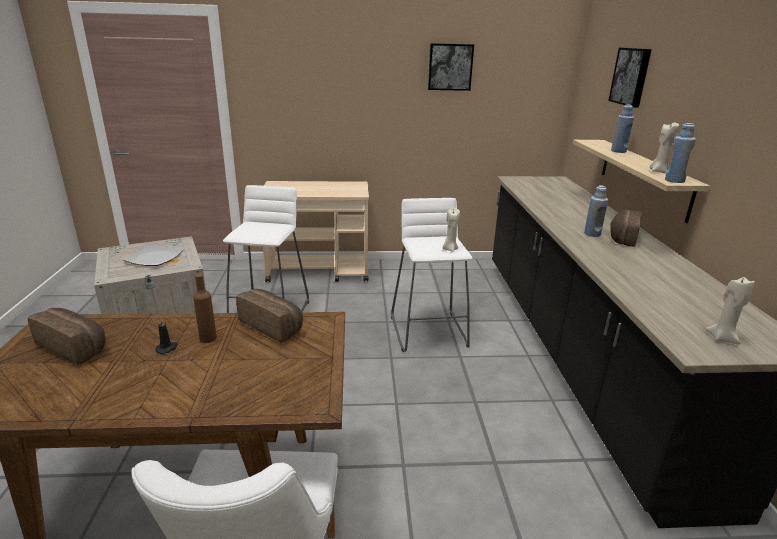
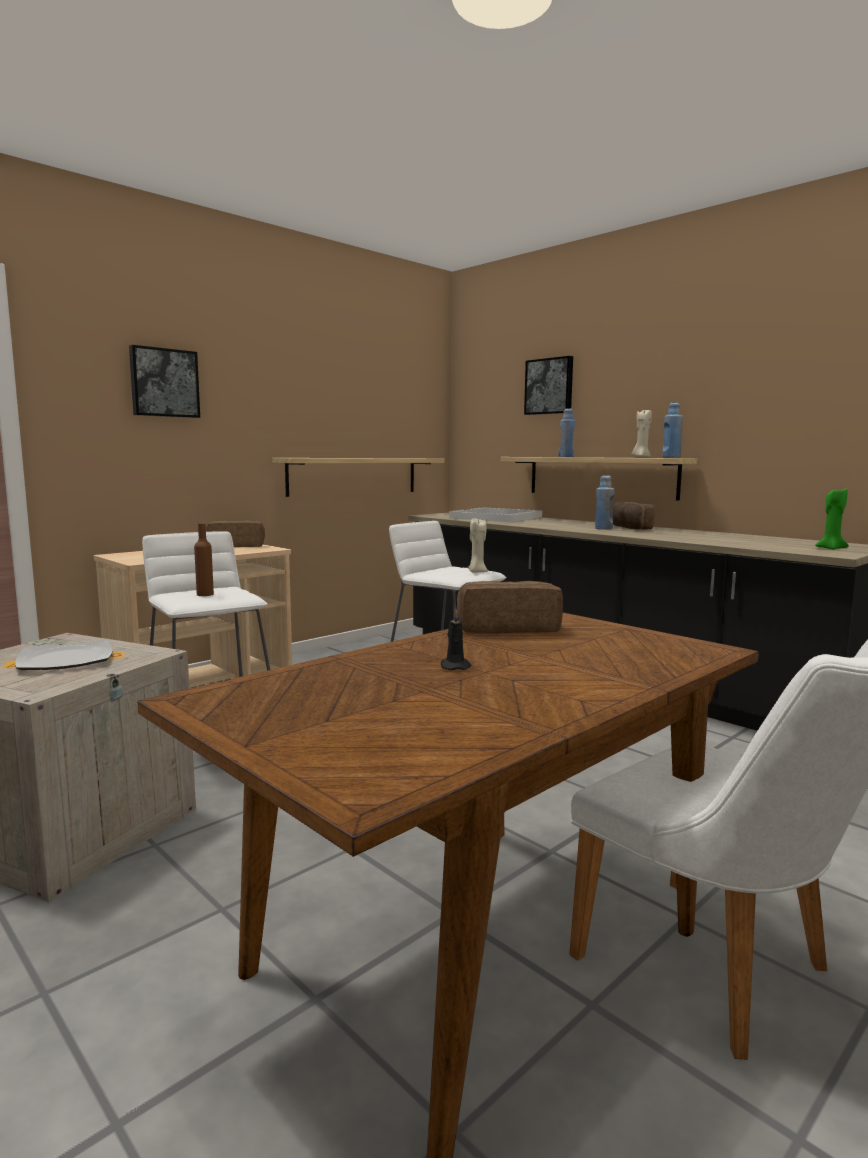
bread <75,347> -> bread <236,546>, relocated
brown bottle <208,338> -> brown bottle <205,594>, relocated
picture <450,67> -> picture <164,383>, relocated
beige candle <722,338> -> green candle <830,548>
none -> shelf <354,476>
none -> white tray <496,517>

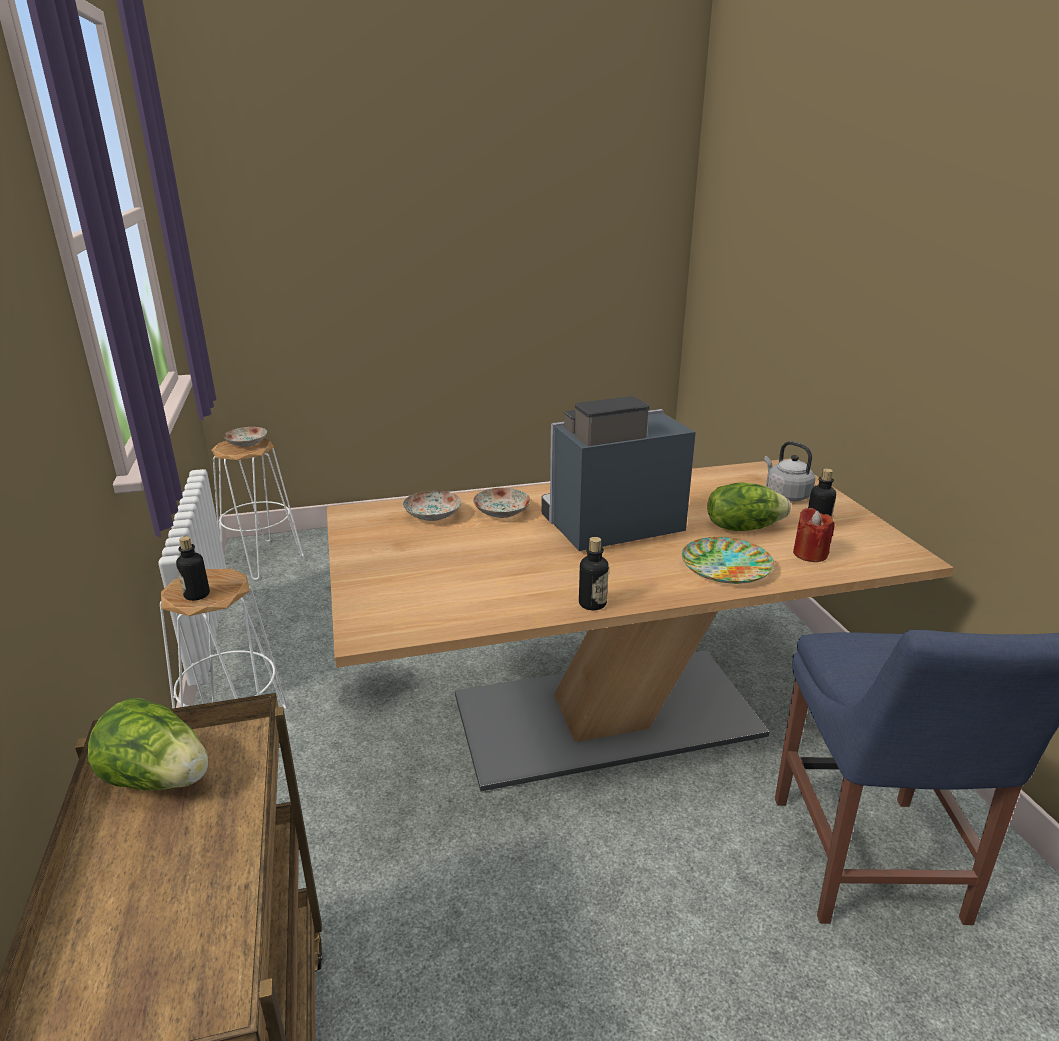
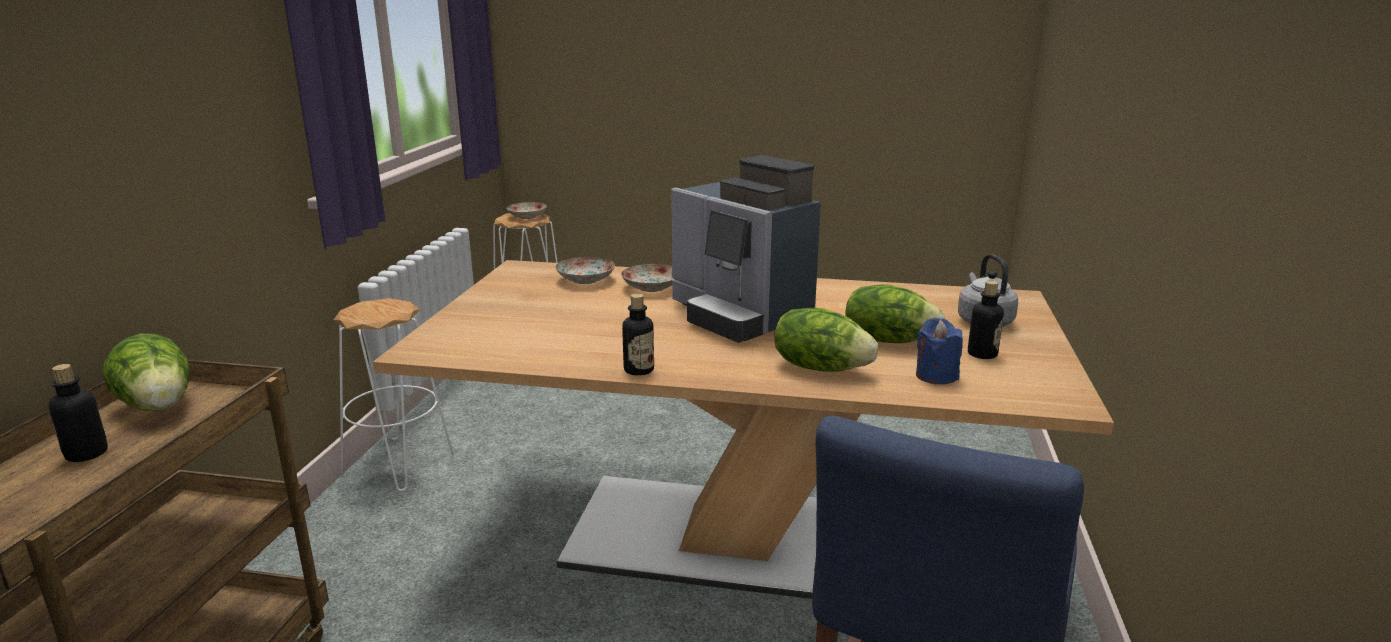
bottle <197,595> -> bottle <87,454>, relocated
coffee machine <608,527> -> coffee machine <739,316>, 135 degrees counterclockwise
plate <725,566> -> lettuce <820,367>
red candle <810,554> -> blue candle <936,376>

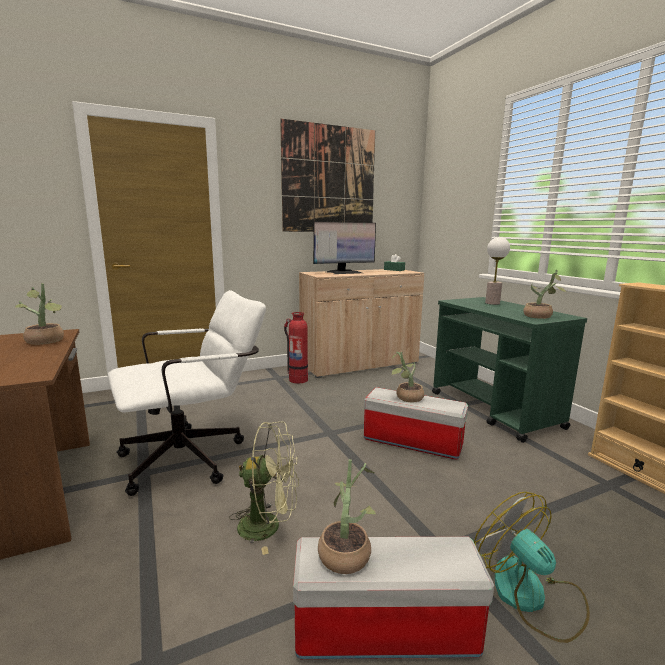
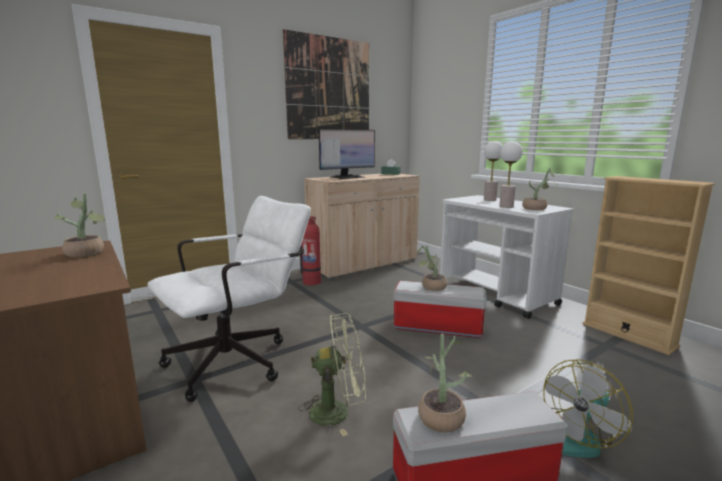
green cart <494,410> -> white cart <496,294>
fan <530,596> -> fan <576,437>, 90 degrees counterclockwise
none -> table lamp <506,206>

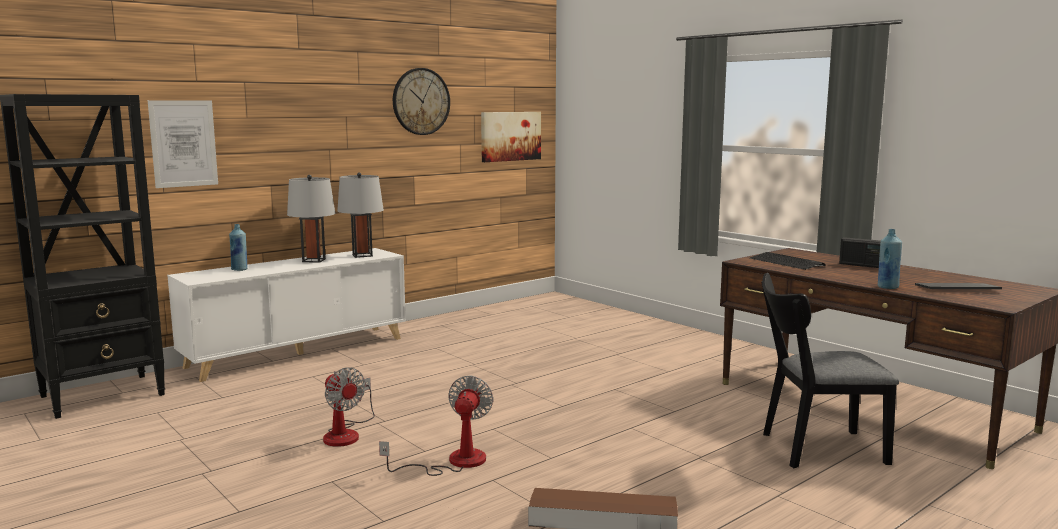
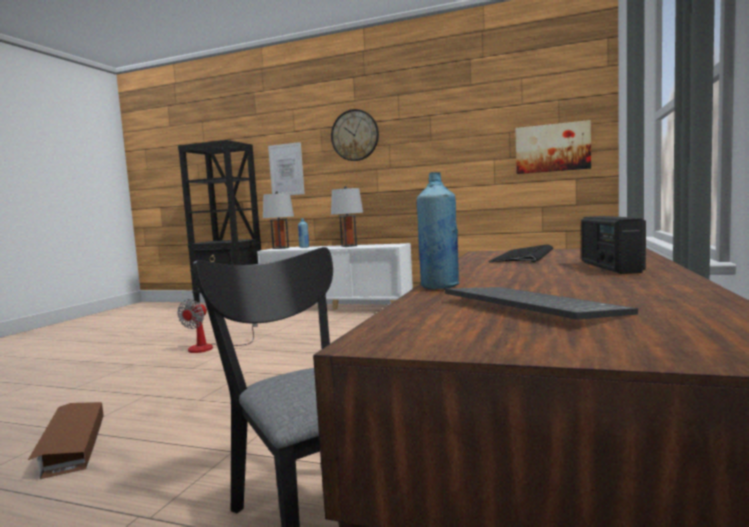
grey table lamp <362,255> -> grey table lamp <280,248>, relocated
fan <454,462> -> none
wall clock <421,101> -> wall clock <355,135>, relocated

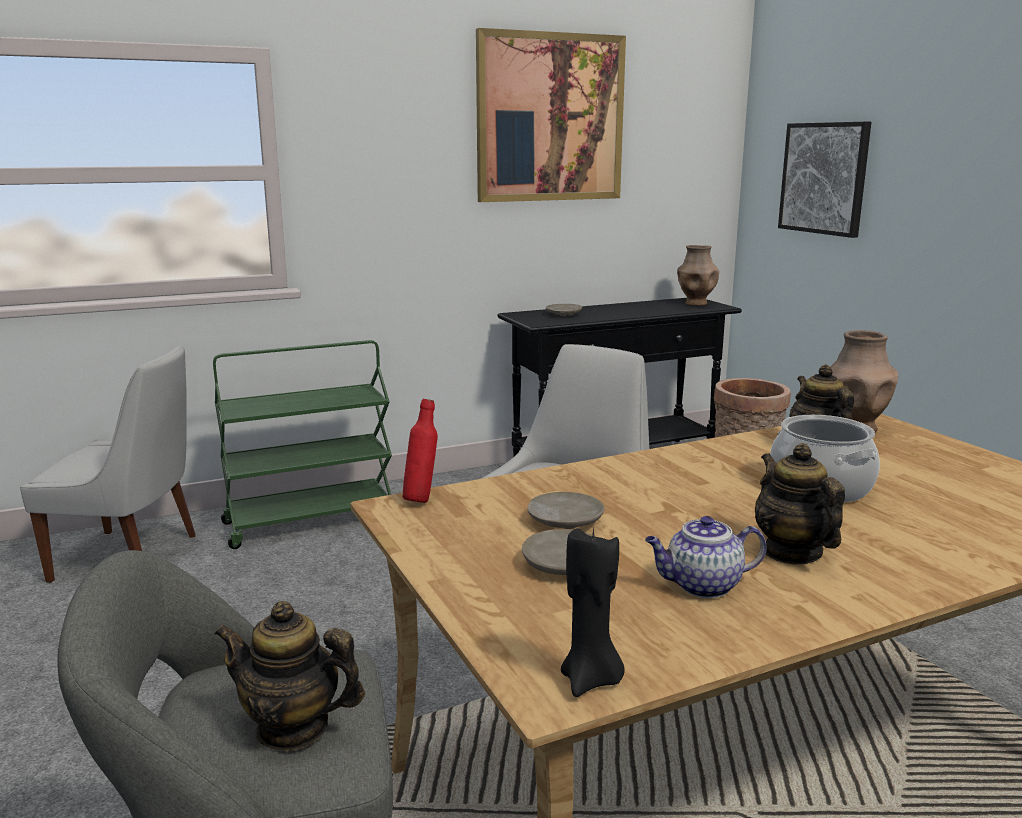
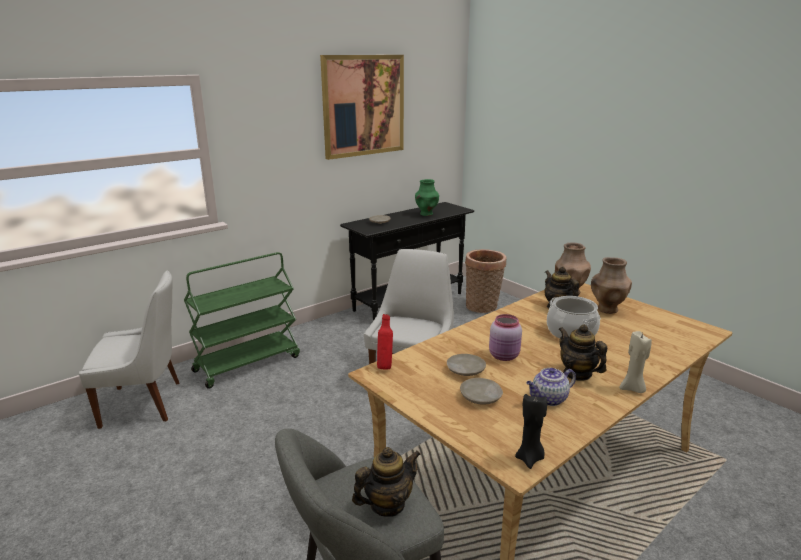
teapot <293,728> -> teapot <387,504>, 150 degrees clockwise
brown vase <695,304> -> brown vase <607,309>, relocated
picture <824,178> -> none
none -> green vase <426,214>
none -> pink jar <504,356>
none -> beige candle <632,389>

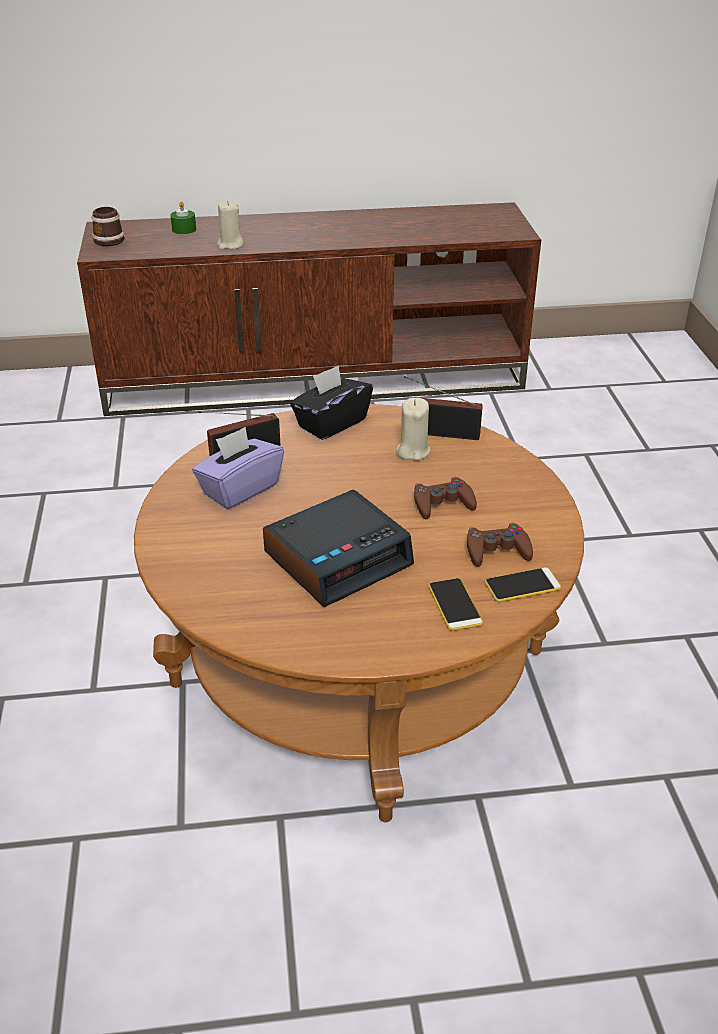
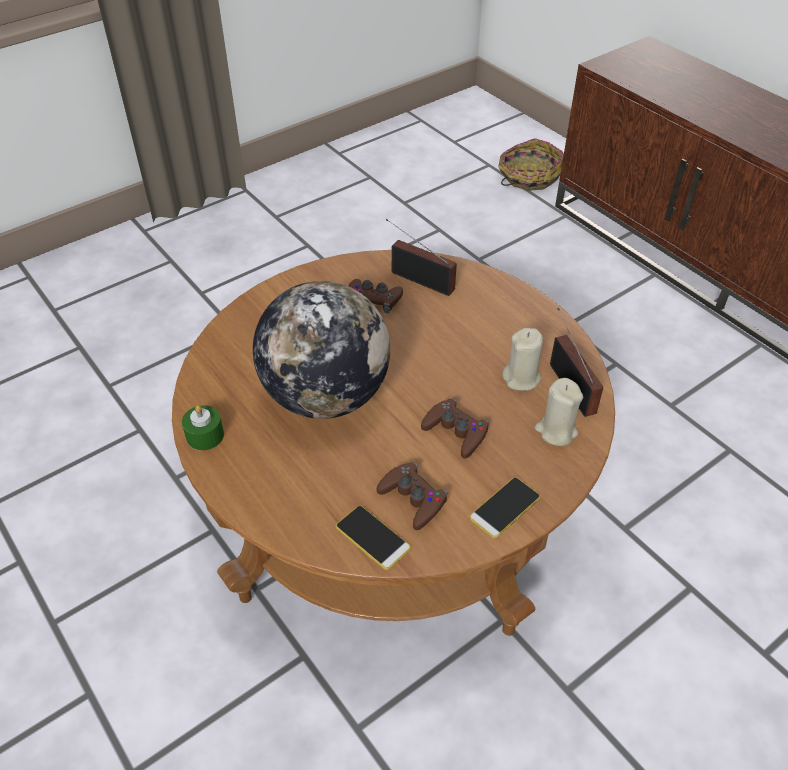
mug <106,239> -> none
green candle <184,229> -> green candle <205,435>, relocated
purple tissue box <240,489> -> brown game controller <374,299>
beige candle <230,245> -> beige candle <556,431>, relocated
alarm clock <338,558> -> globe <325,396>
black tissue box <331,423> -> none
phone <455,605> -> phone <505,508>, relocated
none -> basket <528,176>

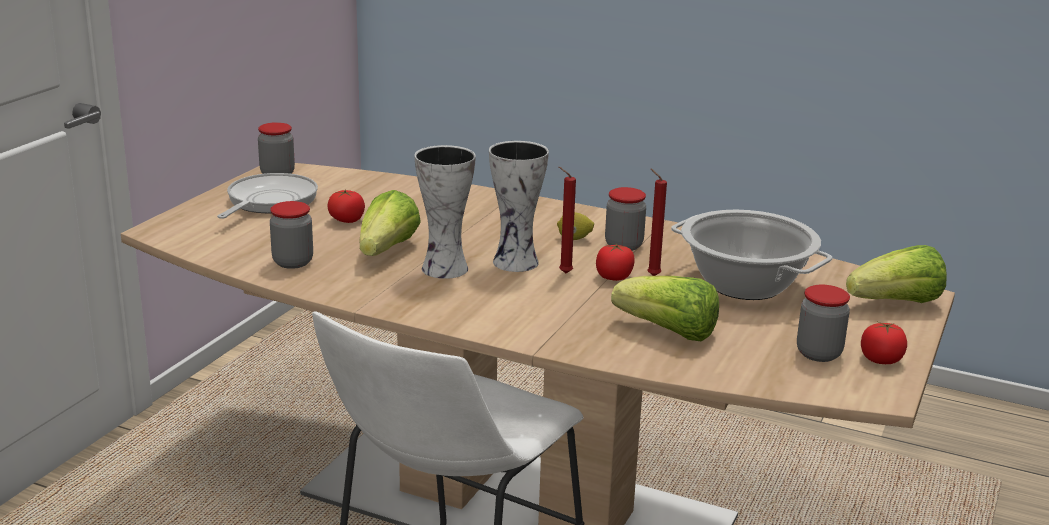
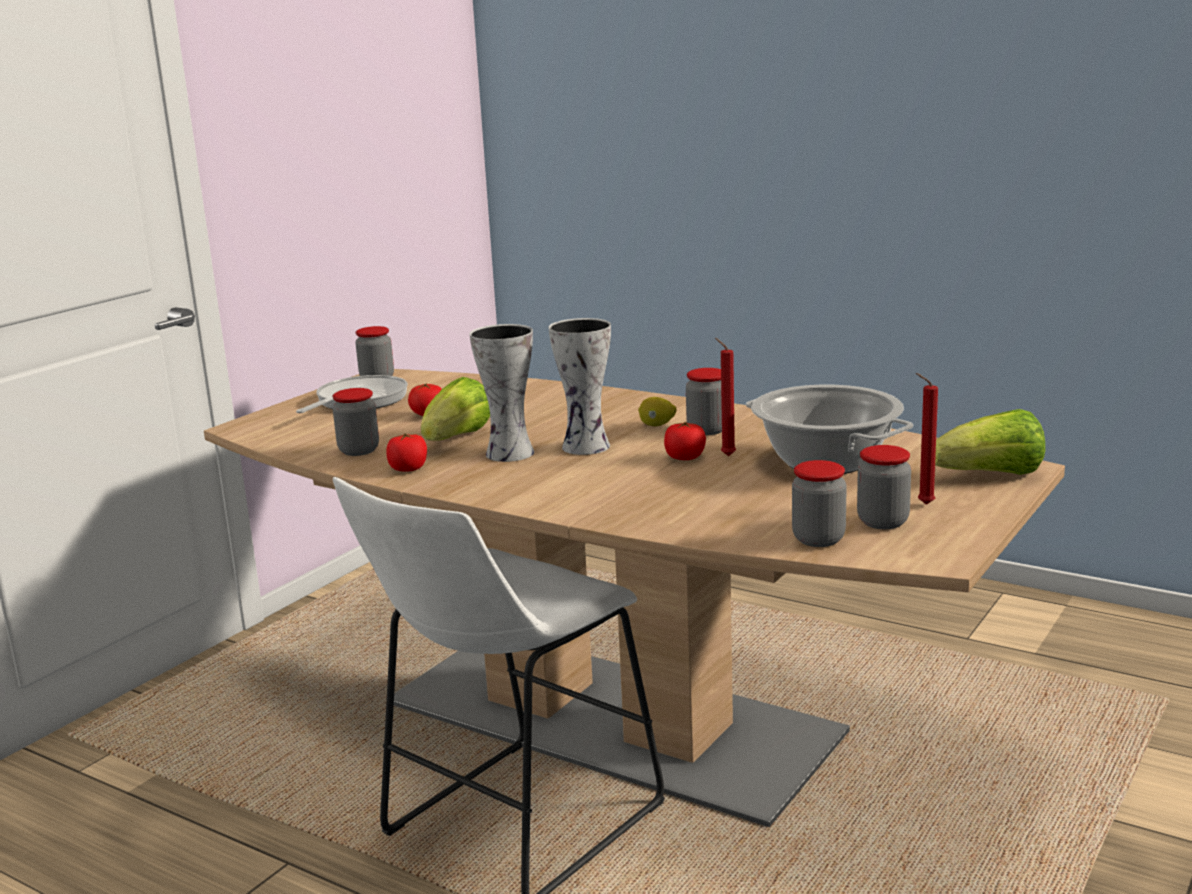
red candle <563,273> -> red candle <923,504>, relocated
lettuce <668,332> -> none
tomato <881,360> -> tomato <408,469>, relocated
none -> jar <818,539>

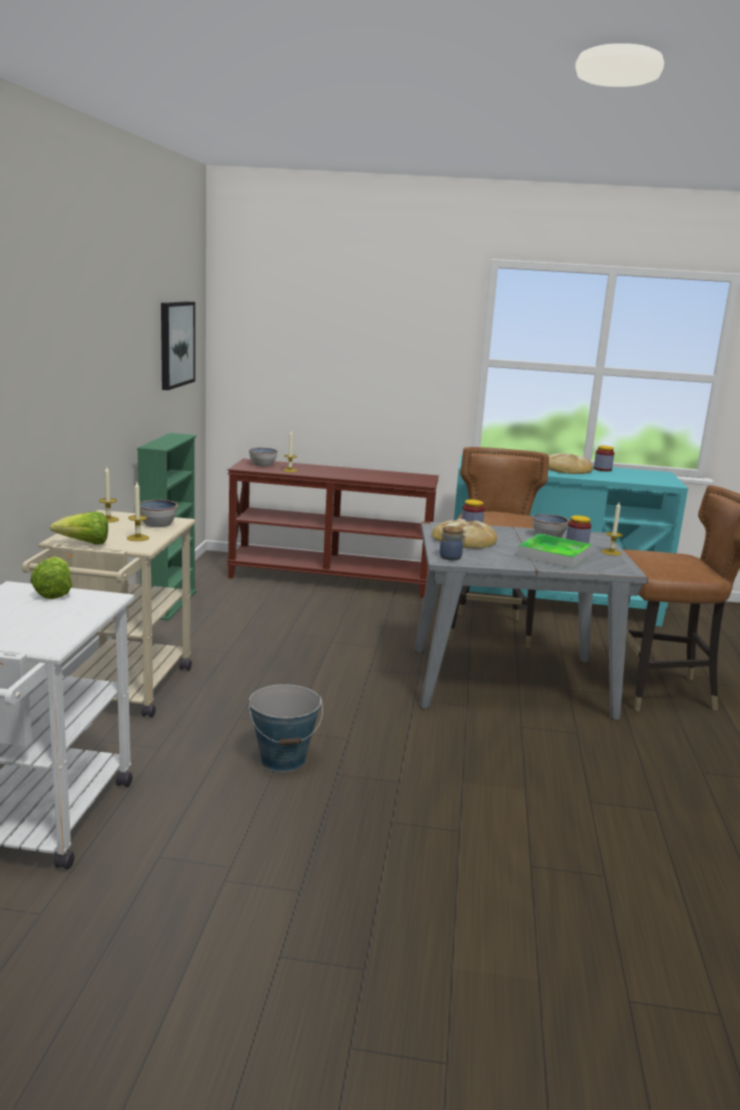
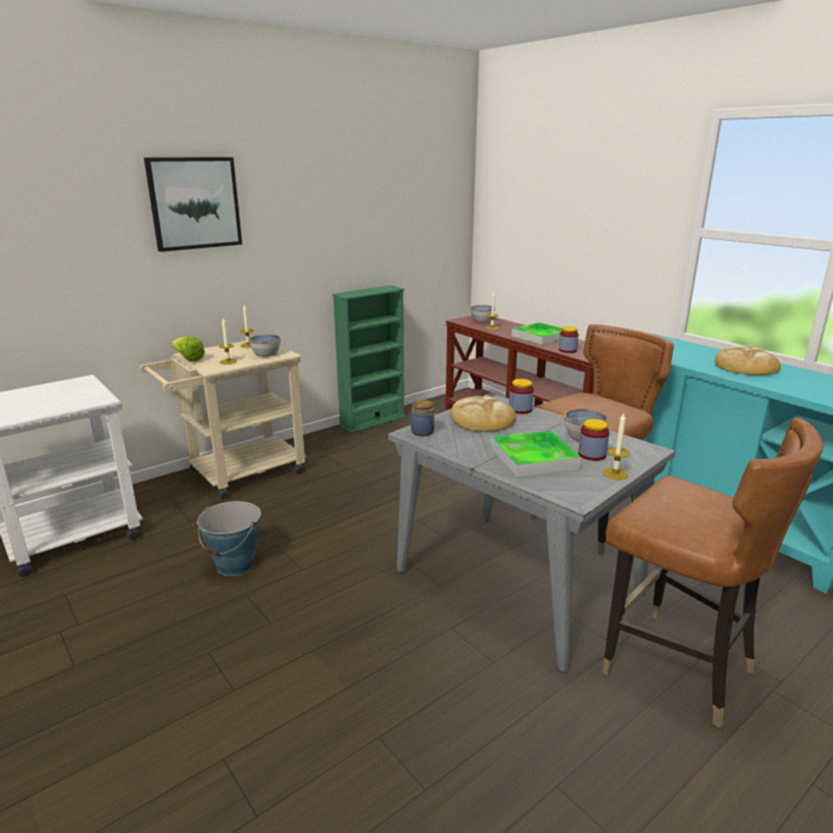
lettuce <53,592> -> none
picture <175,344> -> picture <194,203>, relocated
jar <602,469> -> jar <567,350>, relocated
none -> tray <540,337>

